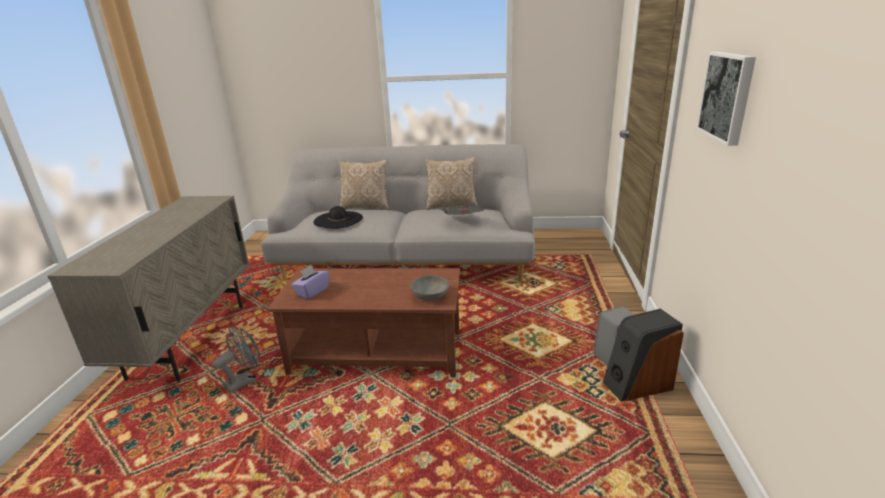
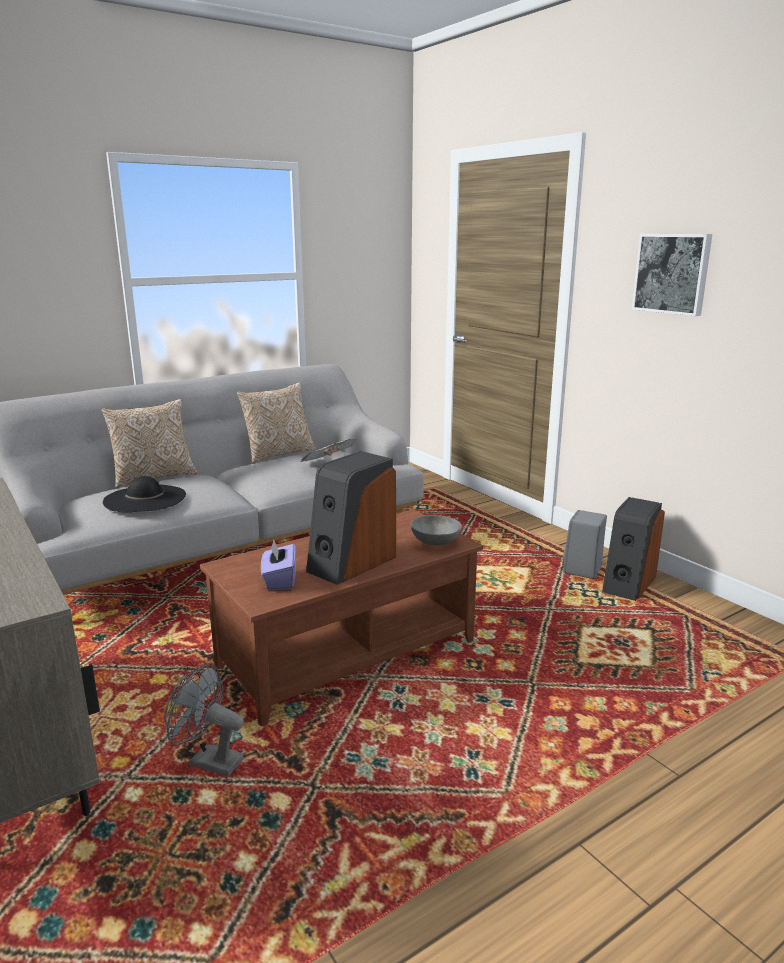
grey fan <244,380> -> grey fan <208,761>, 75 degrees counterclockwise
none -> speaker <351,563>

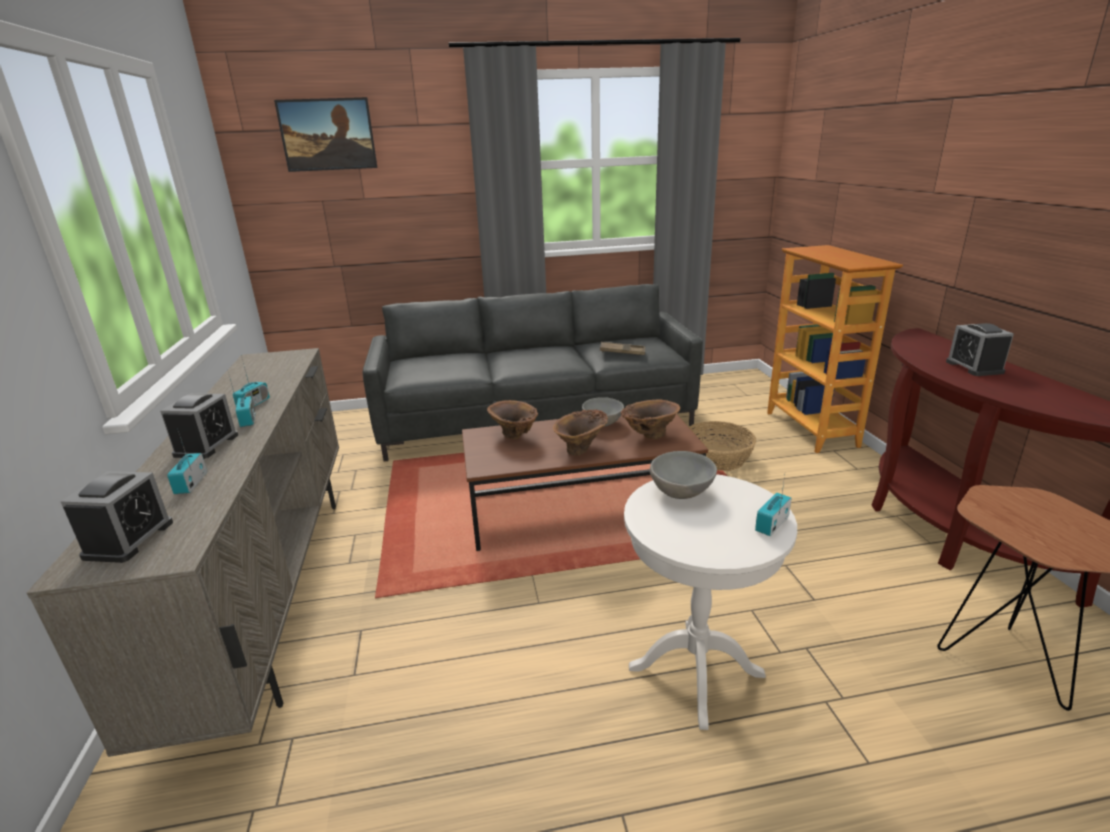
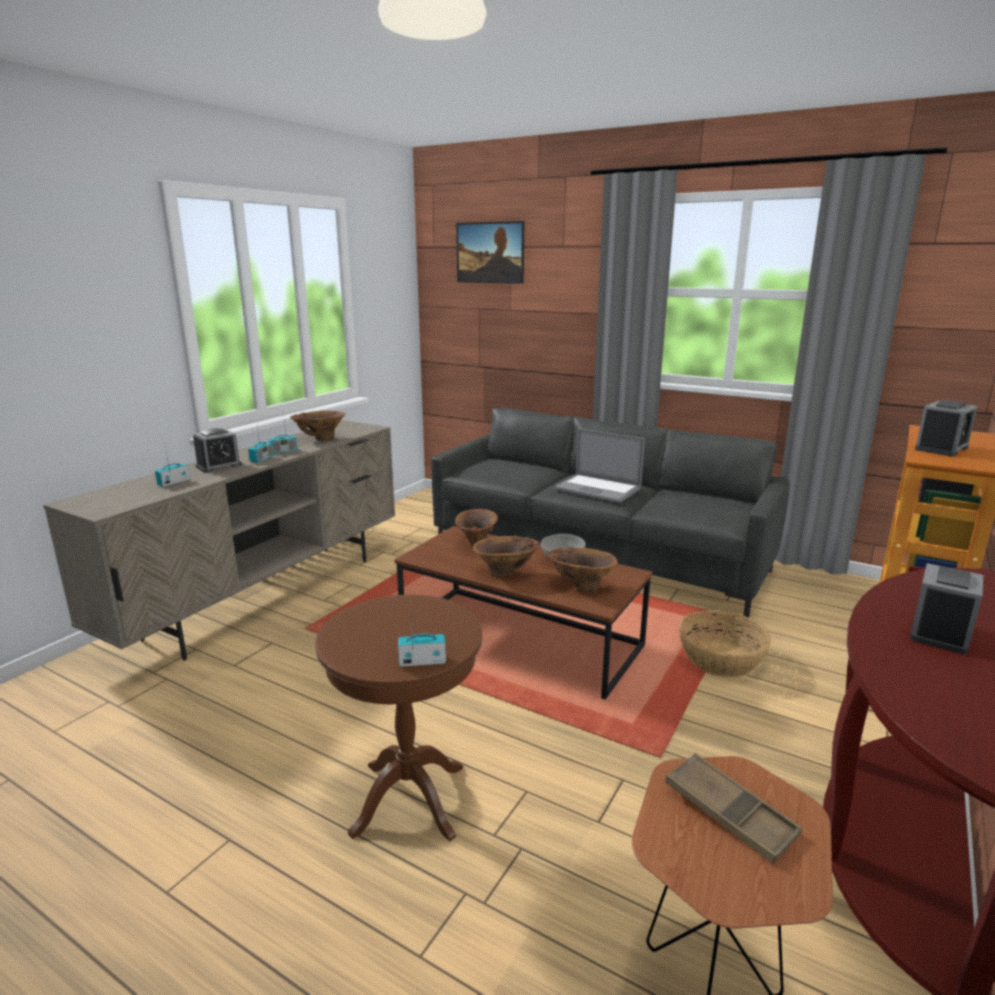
alarm clock <129,539> -> alarm clock <941,448>, relocated
brown tray <622,352> -> brown tray <729,813>, relocated
white side table <695,671> -> brown side table <409,799>
grey bowl <682,493> -> none
none -> brown vase <320,439>
none -> laptop <597,489>

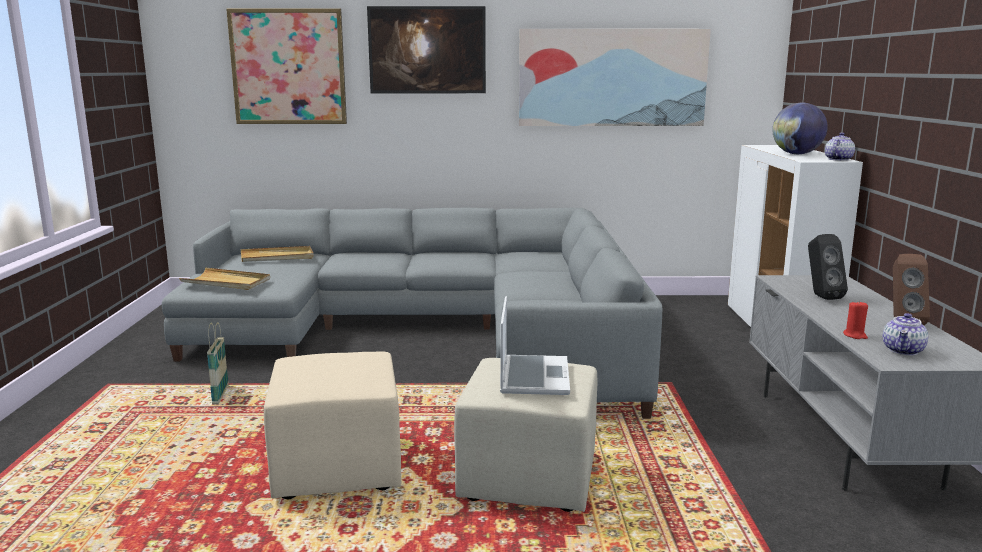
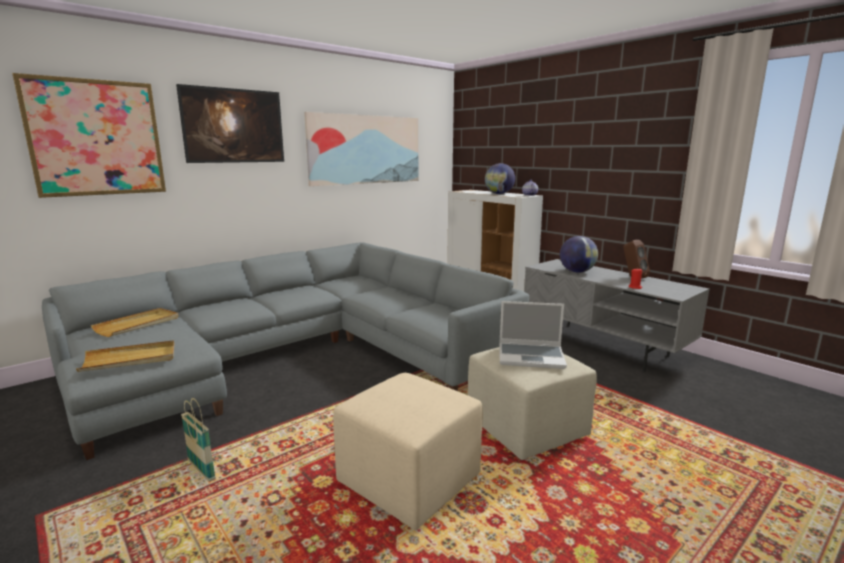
laptop <533,376> -> laptop <531,356>, 135 degrees clockwise
black speaker <820,297> -> globe <577,271>
teapot <903,351> -> none

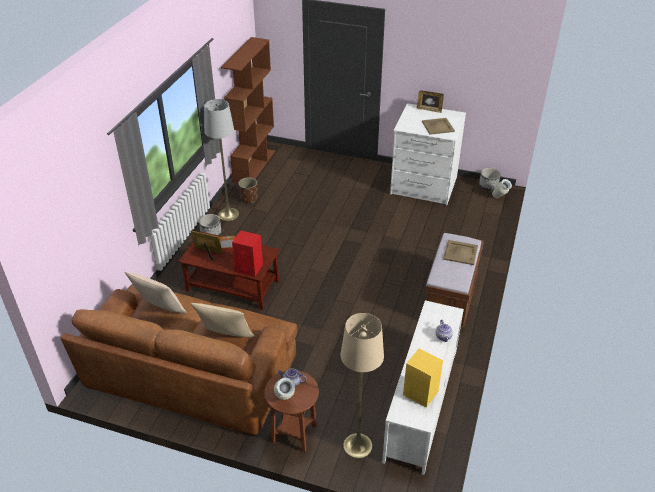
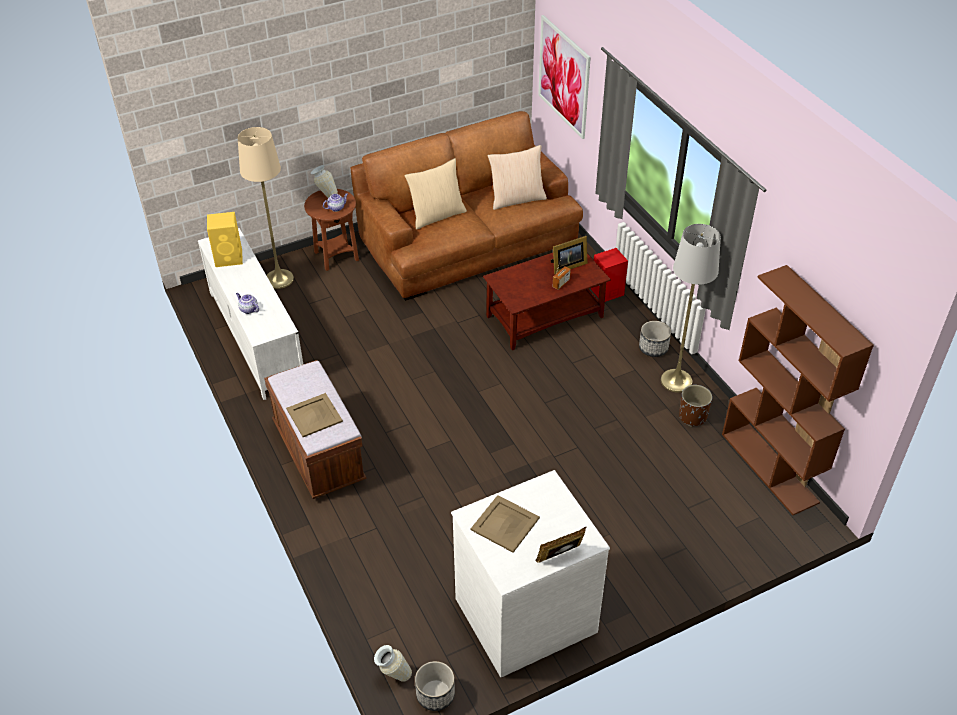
red speaker <249,268> -> red speaker <606,292>, relocated
none -> picture <564,76>

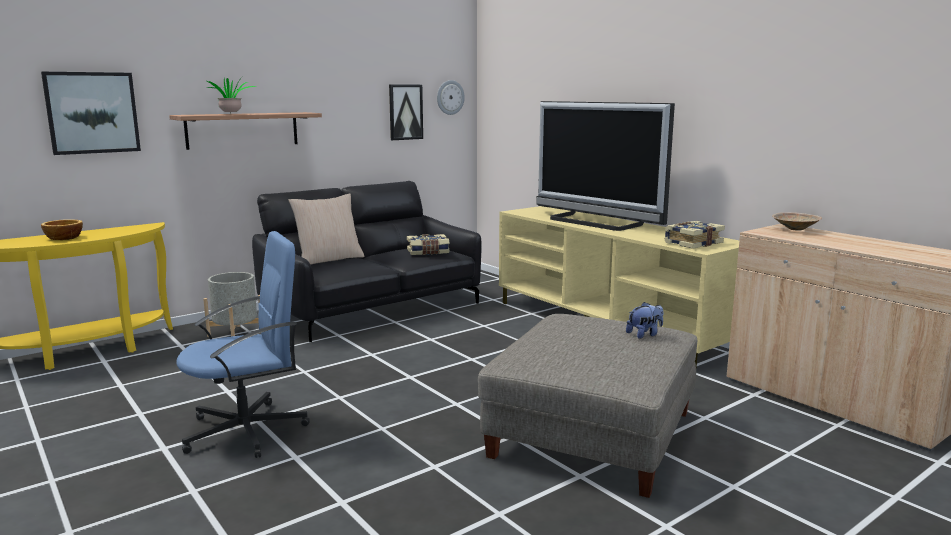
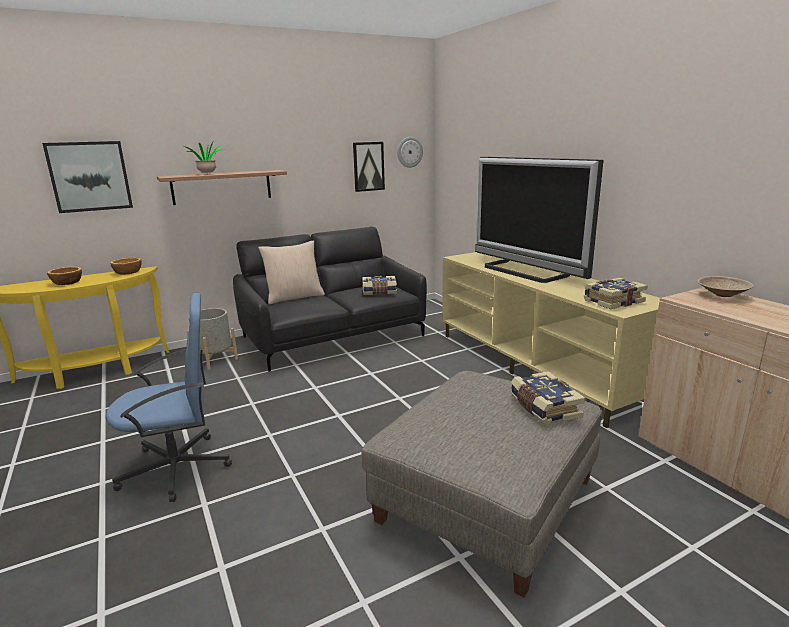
plush toy <644,334> -> book <543,408>
none -> bowl <128,272>

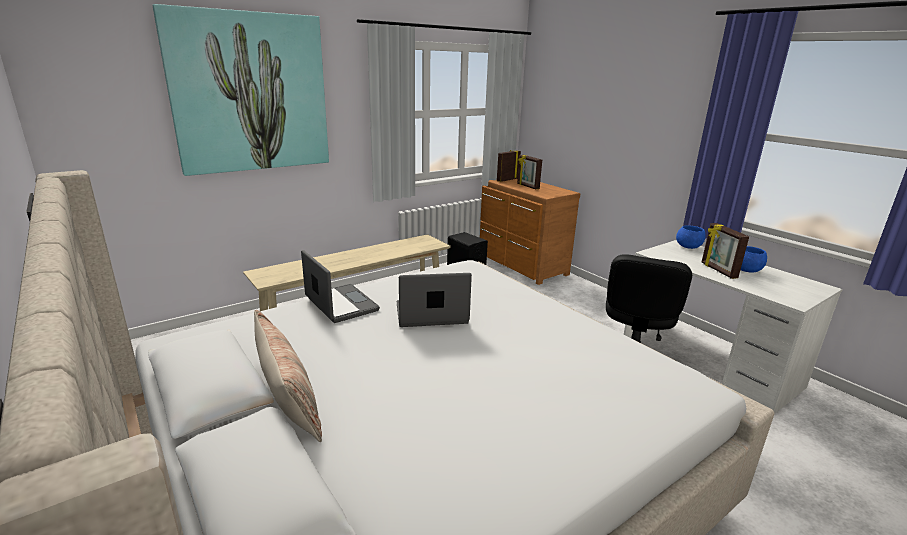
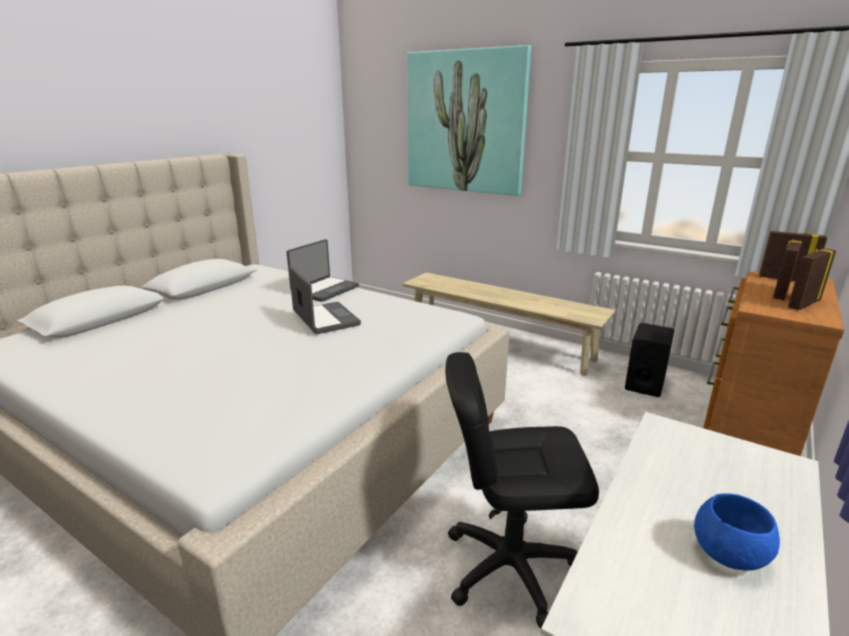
pillow <287,397> -> none
blue bowl <688,247> -> none
picture frame <718,270> -> picture frame <803,304>, relocated

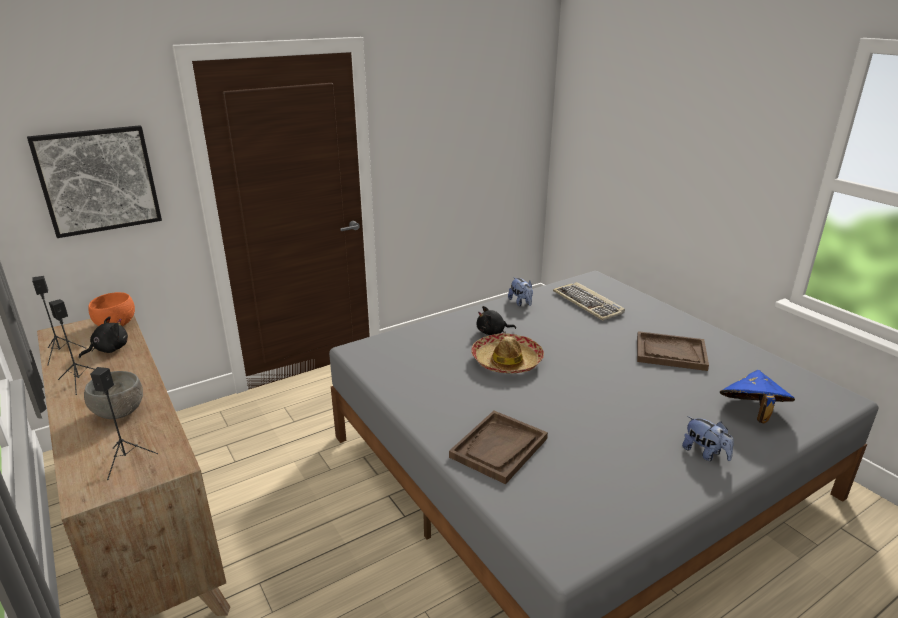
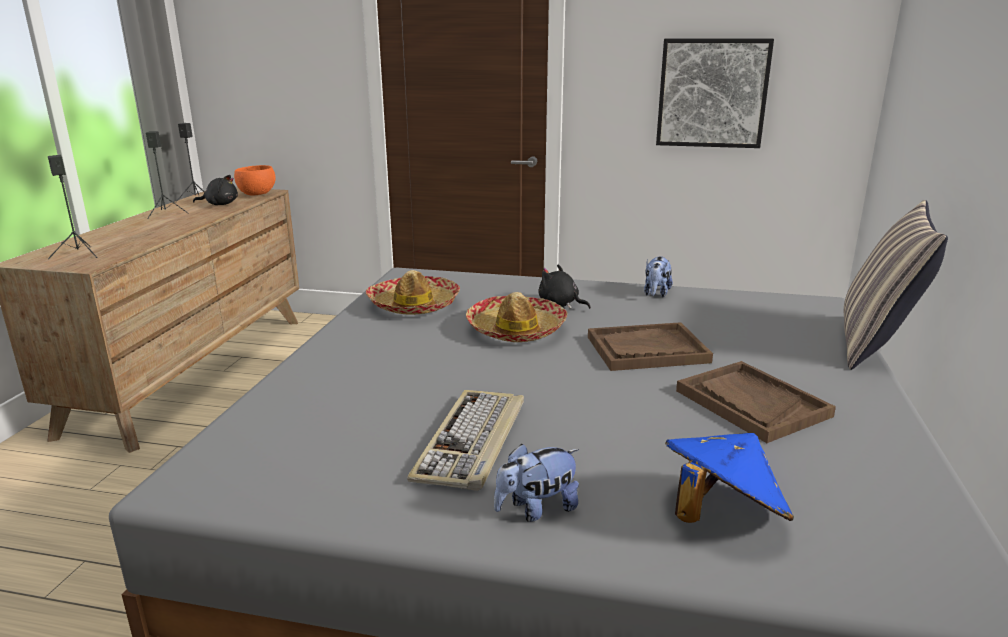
picture <98,180> -> picture <712,93>, relocated
grey bowl <119,413> -> none
brown tray <499,448> -> brown tray <647,350>, relocated
keyboard <588,303> -> keyboard <472,442>, relocated
plush toy <705,453> -> plush toy <536,509>, 60 degrees clockwise
none -> hat <414,305>
none -> pillow <875,345>

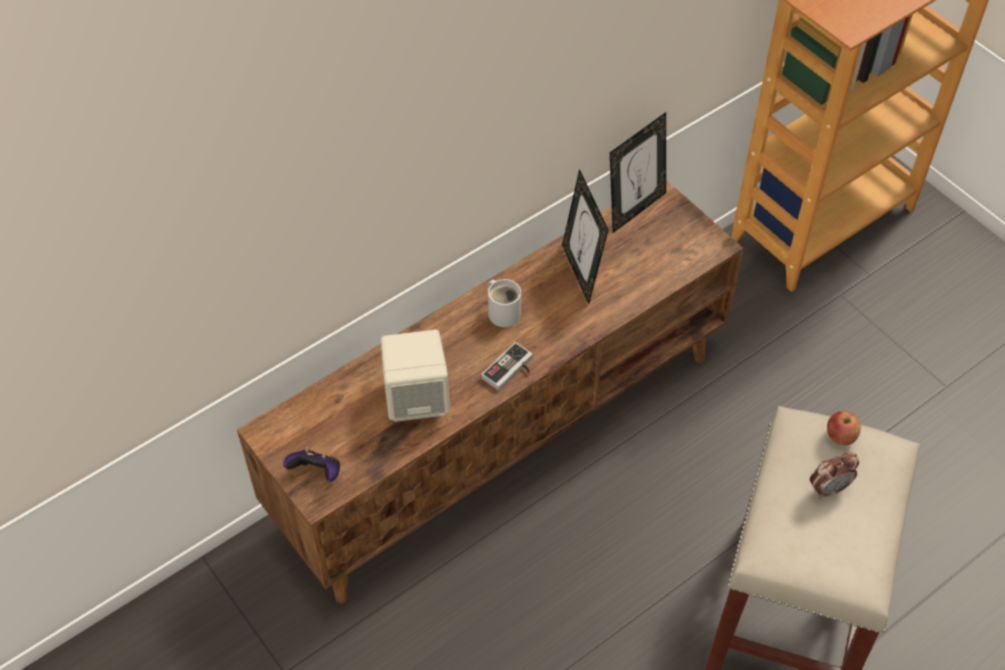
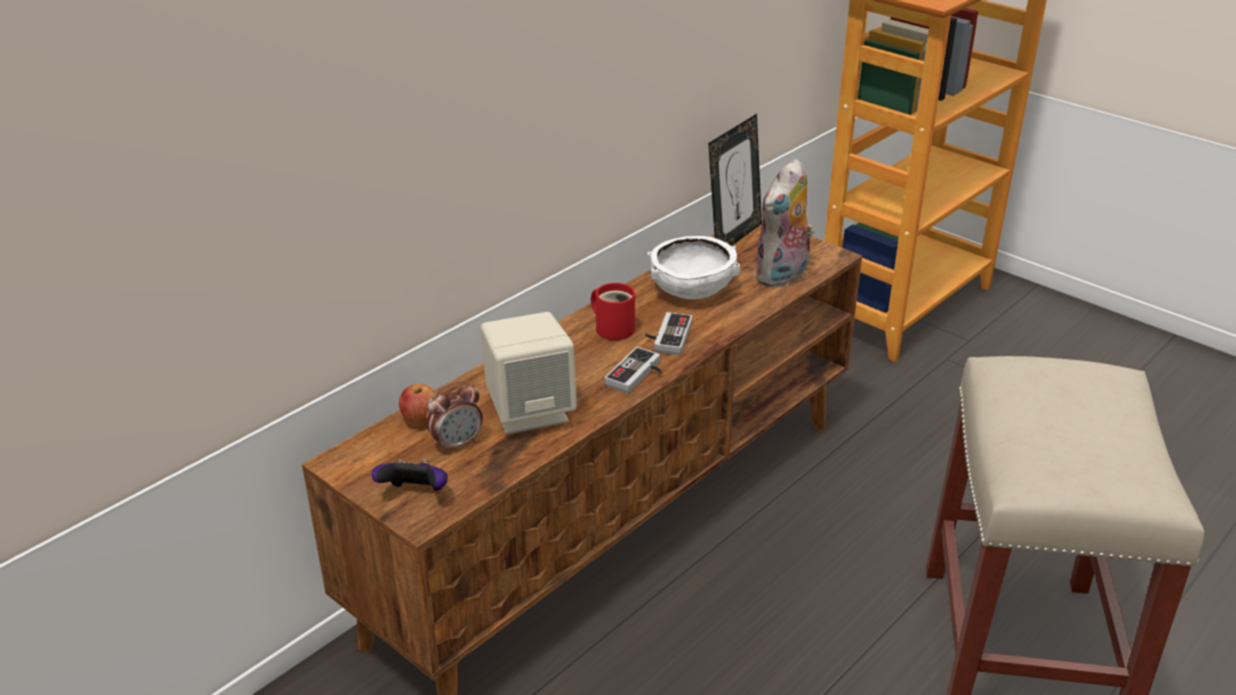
white mug <503,311> -> red mug <613,327>
picture frame <581,272> -> white bowl <692,289>
alarm clock <828,489> -> alarm clock <457,444>, relocated
apple <840,437> -> apple <420,420>, relocated
none -> game controller <666,336>
none -> plush toy <782,276>

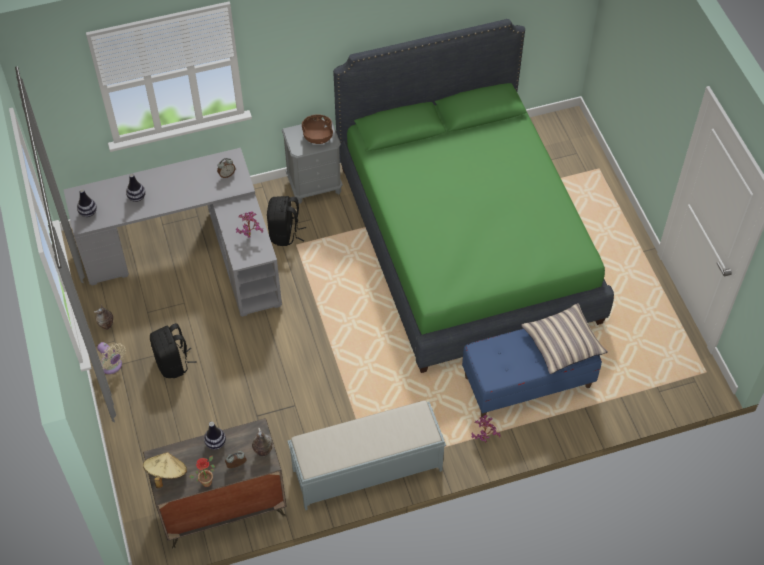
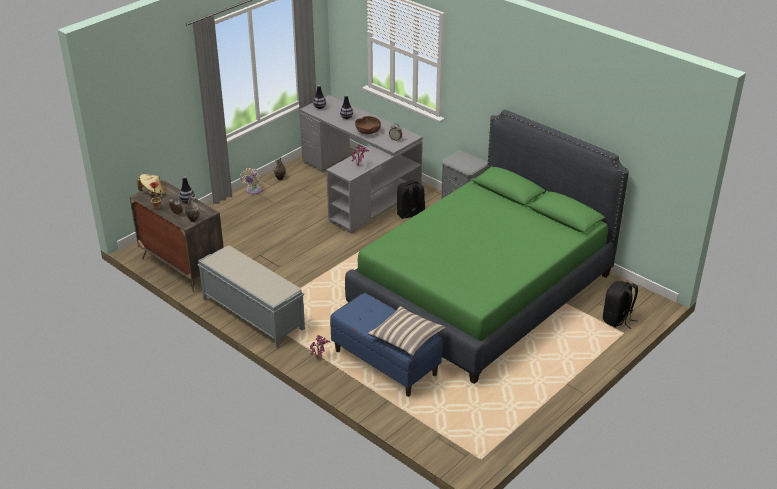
black backpack <173,363> -> black backpack <617,319>, relocated
brown bowl <317,136> -> brown bowl <368,132>, relocated

